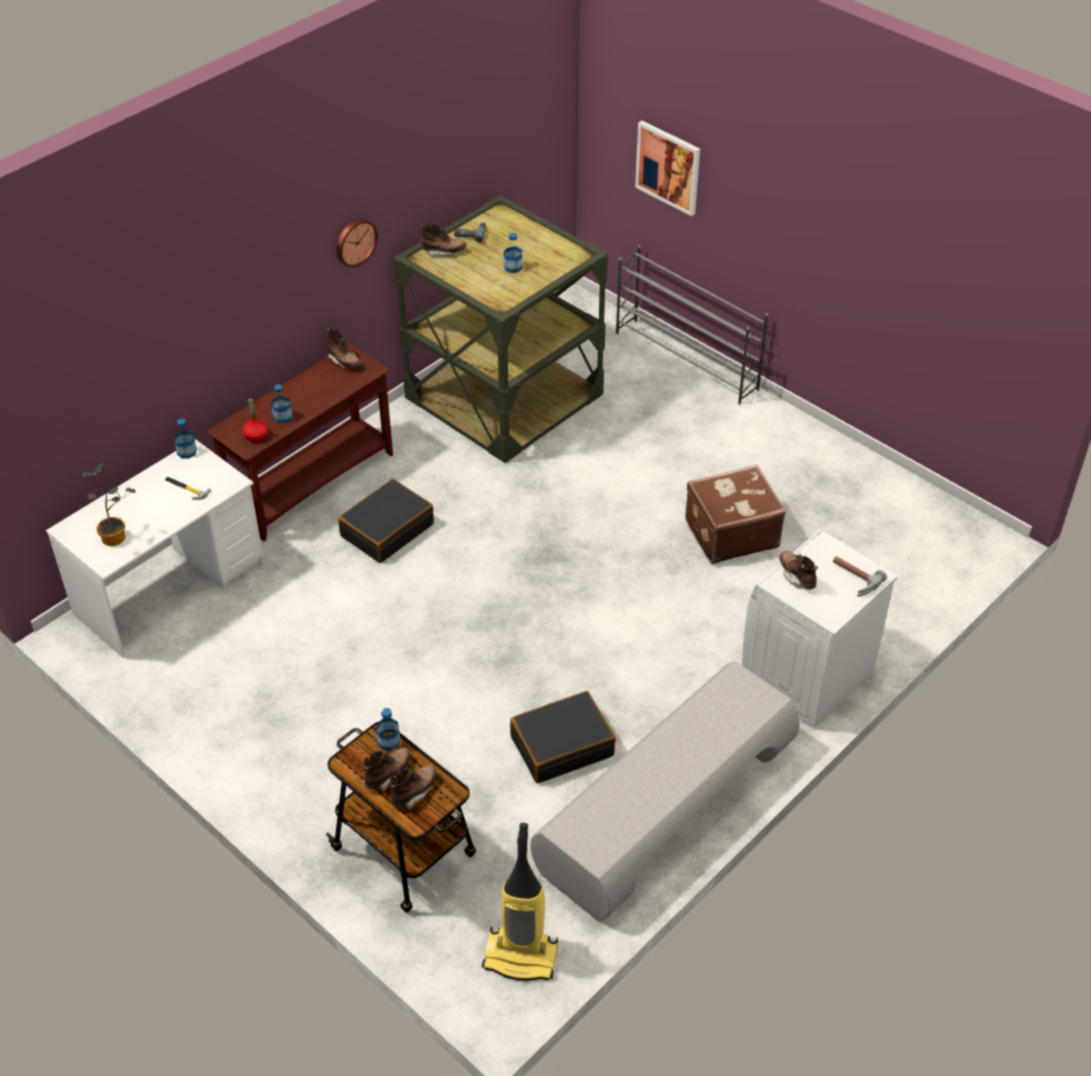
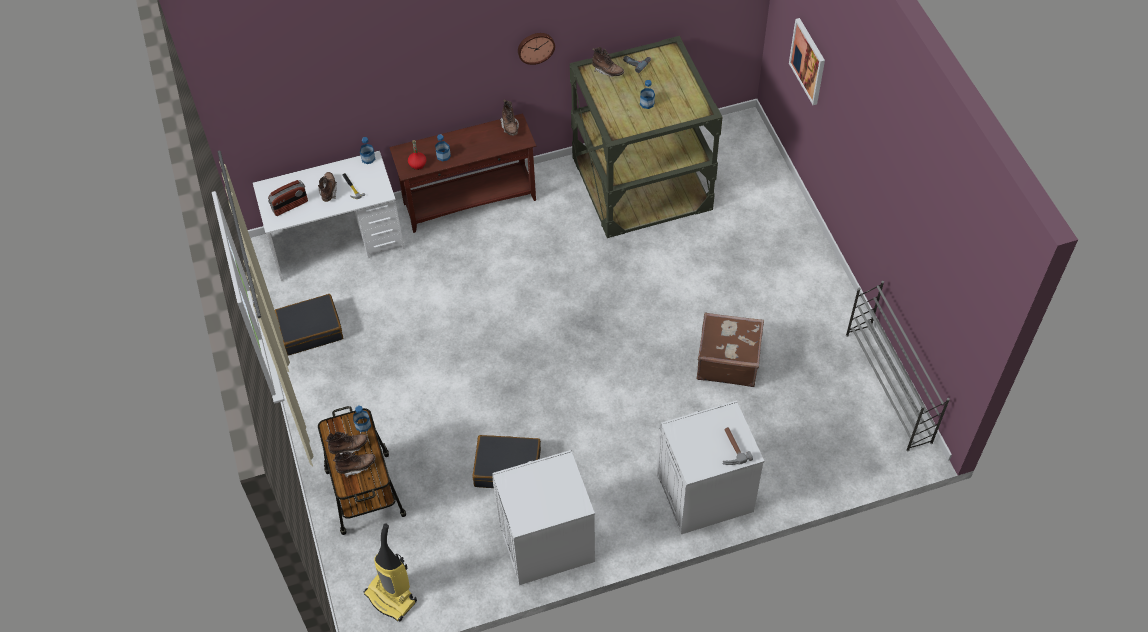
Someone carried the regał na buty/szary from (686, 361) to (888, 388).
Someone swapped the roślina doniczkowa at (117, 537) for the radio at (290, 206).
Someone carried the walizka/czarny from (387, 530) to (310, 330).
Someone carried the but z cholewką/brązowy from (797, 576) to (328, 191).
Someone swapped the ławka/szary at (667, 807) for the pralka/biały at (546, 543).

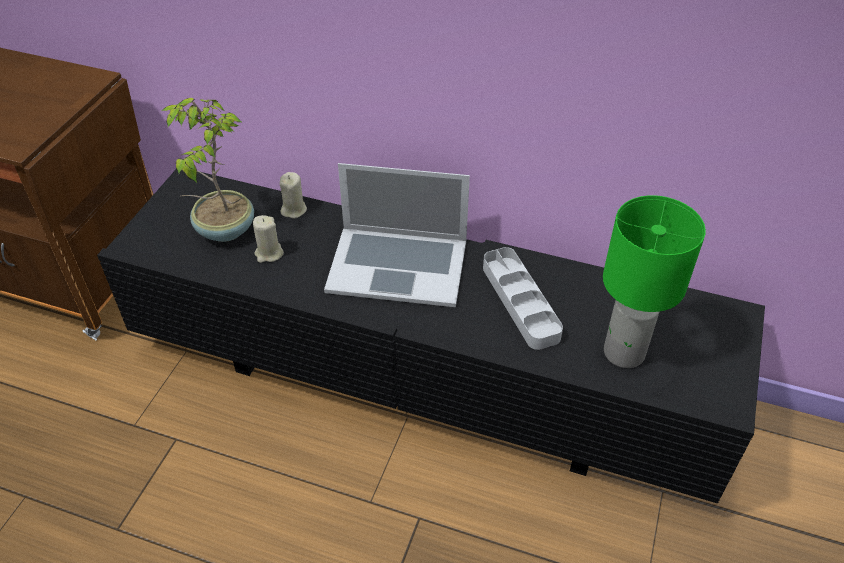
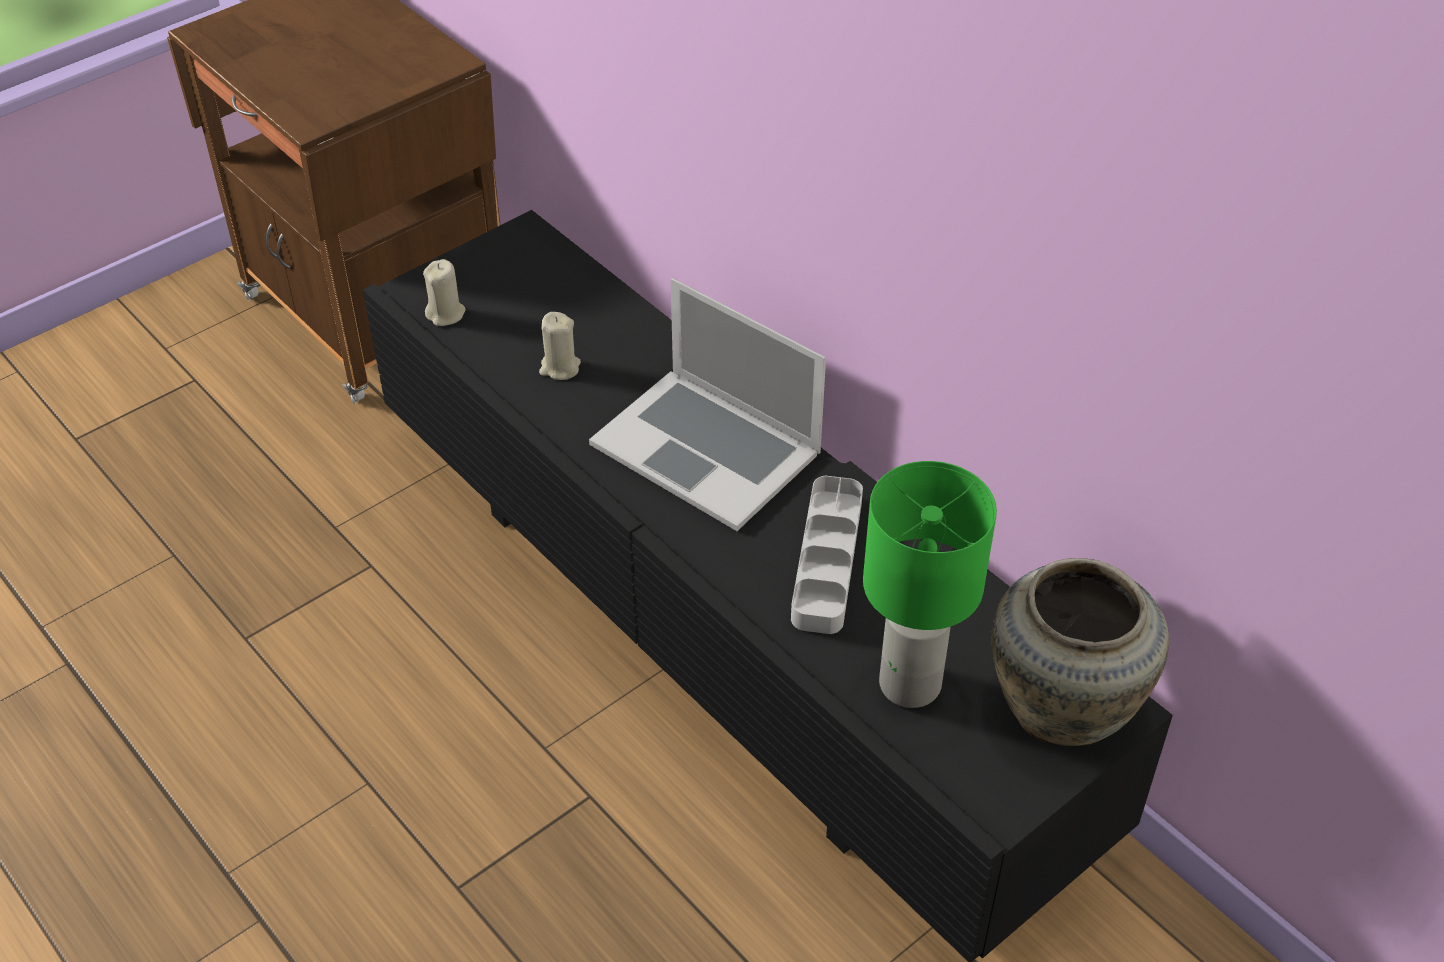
Someone took away the roślina doniczkowa at (224, 230).
Someone carried the świeca/beżowy from (294, 210) to (446, 314).
Someone put down the wazon/beżowy at (1064, 704).

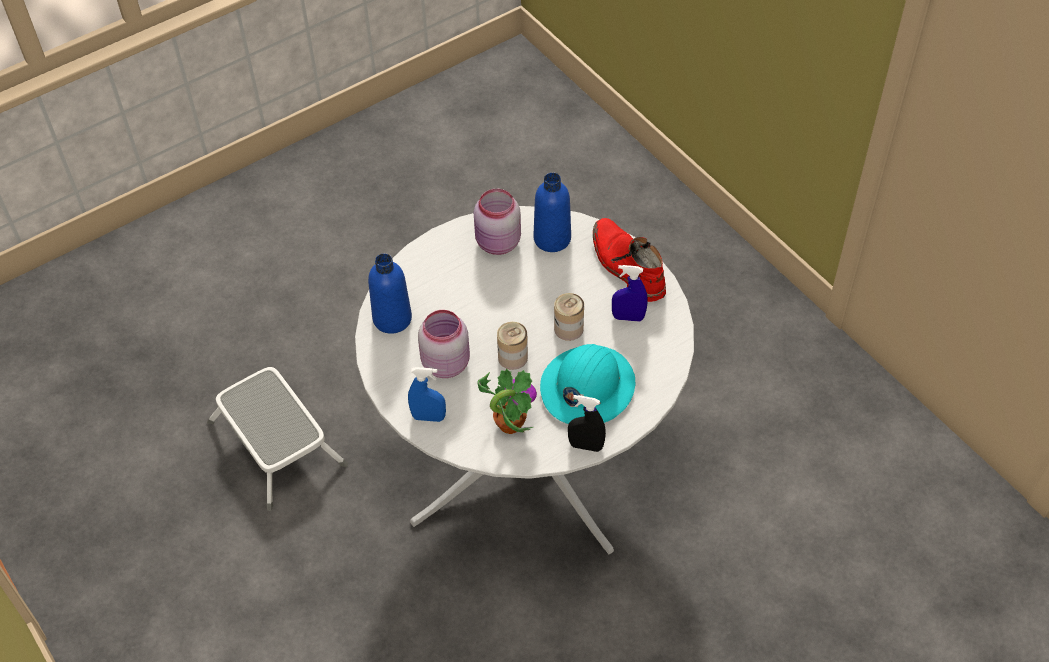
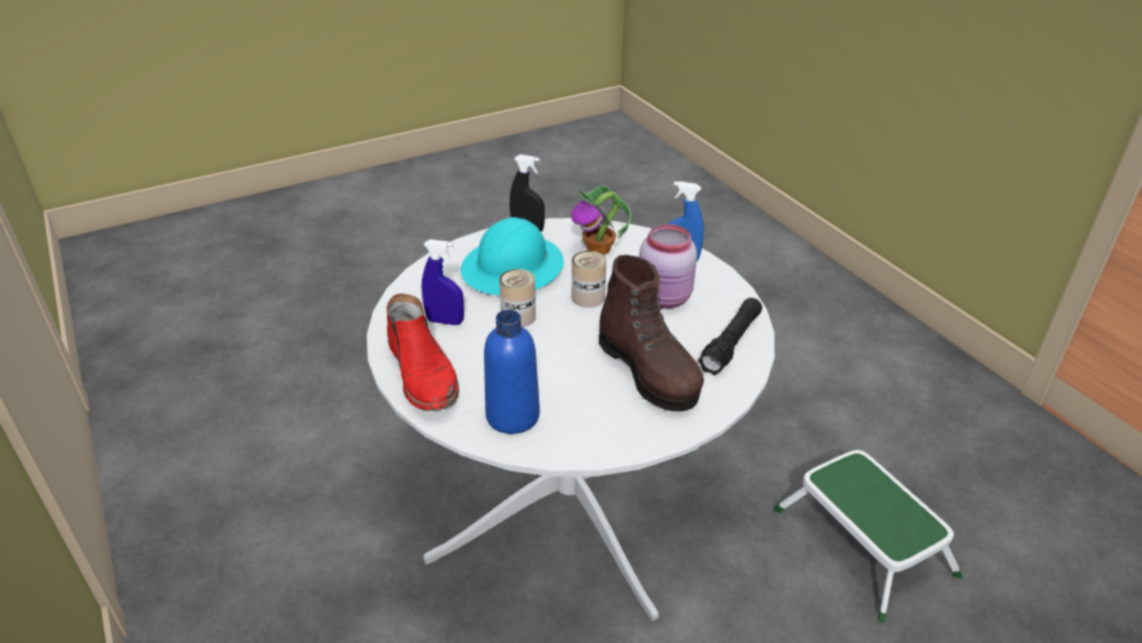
Someone took away the słoik/różowy at (497, 243).
Someone swapped the butelka/niebieski at (392, 319) for the latarka/czarny at (731, 343).
Someone repainted the drabinka/szary at (276, 443), which became the drabinka/zielony at (864, 541).
Someone put down the but z cholewką/brązowy at (649, 371).

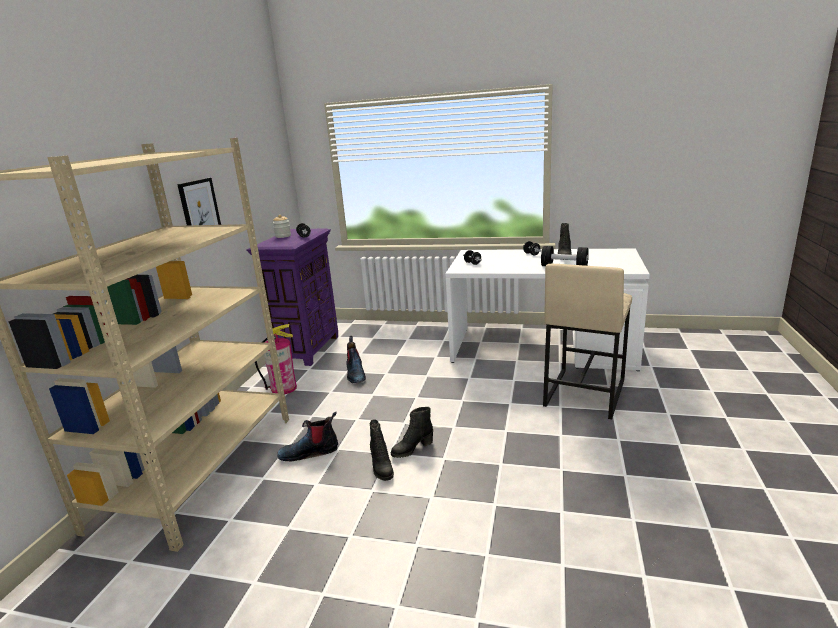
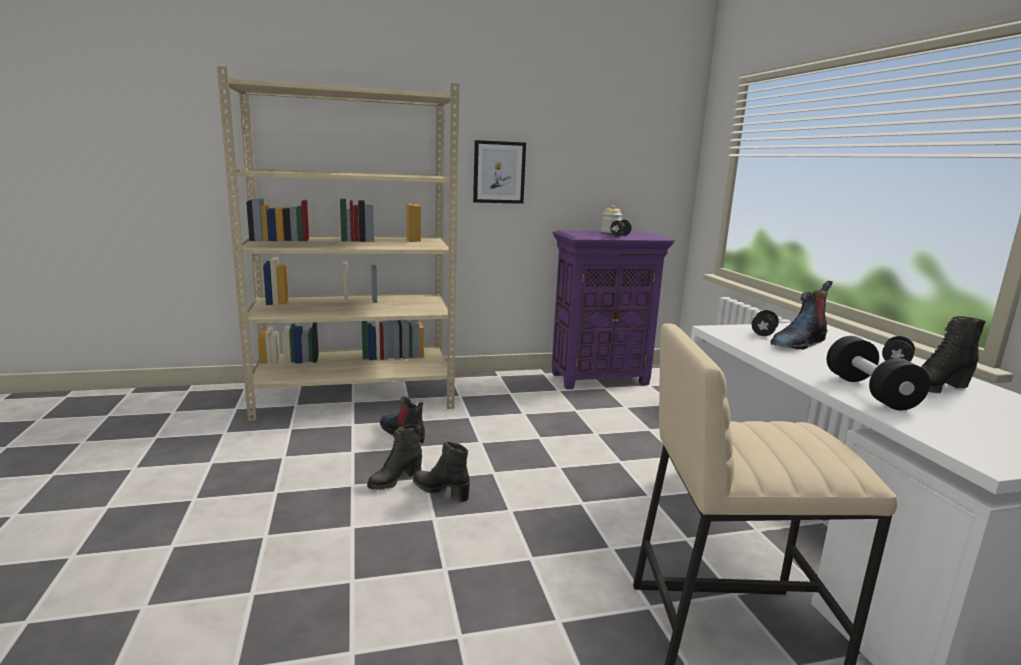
Someone took away the gaśnica at (284, 388).
Someone carried the but z cholewką from (355, 374) to (798, 343).

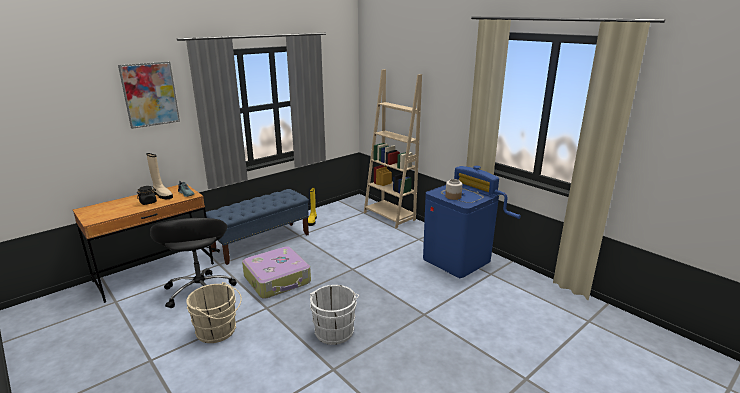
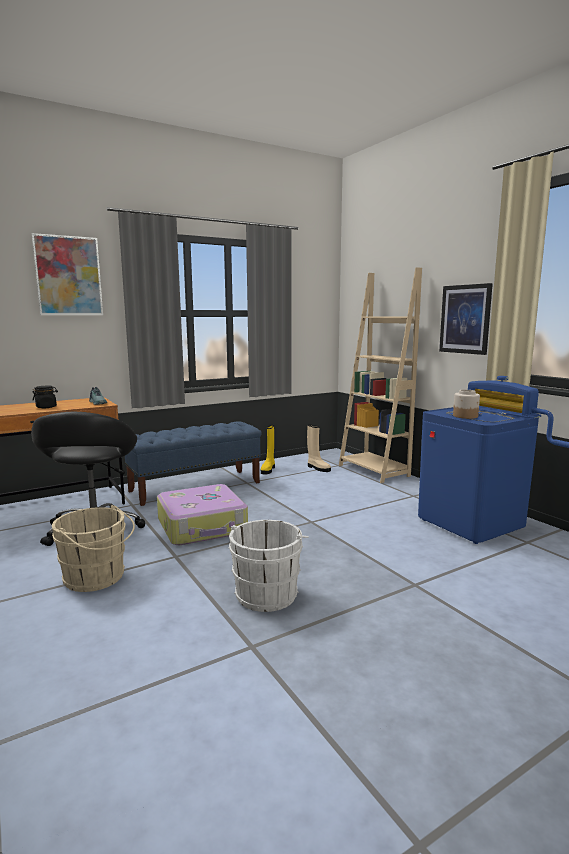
Someone carried the but z cholewką/beżowy from (162, 195) to (318, 468).
Someone put up the obraz at (465, 319).

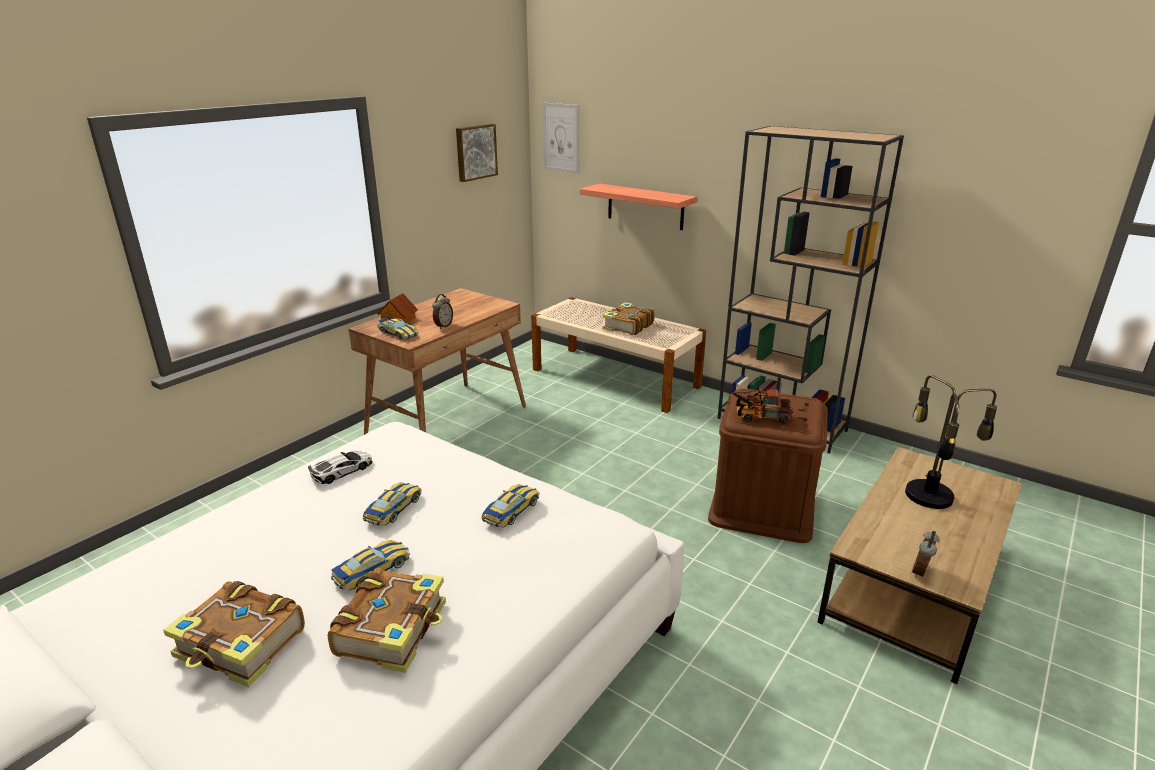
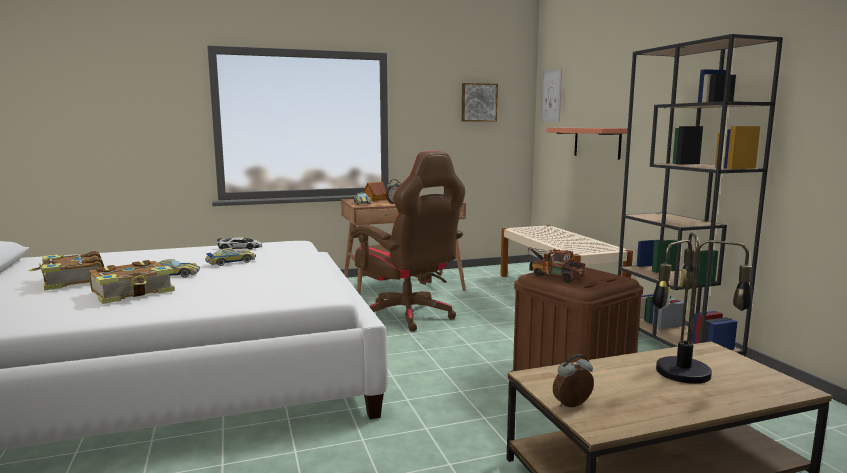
Someone took away the książka at (627, 326).
Someone took away the samochodzik at (511, 510).
Someone put down the krzesło biurowe/brązowy at (407, 315).

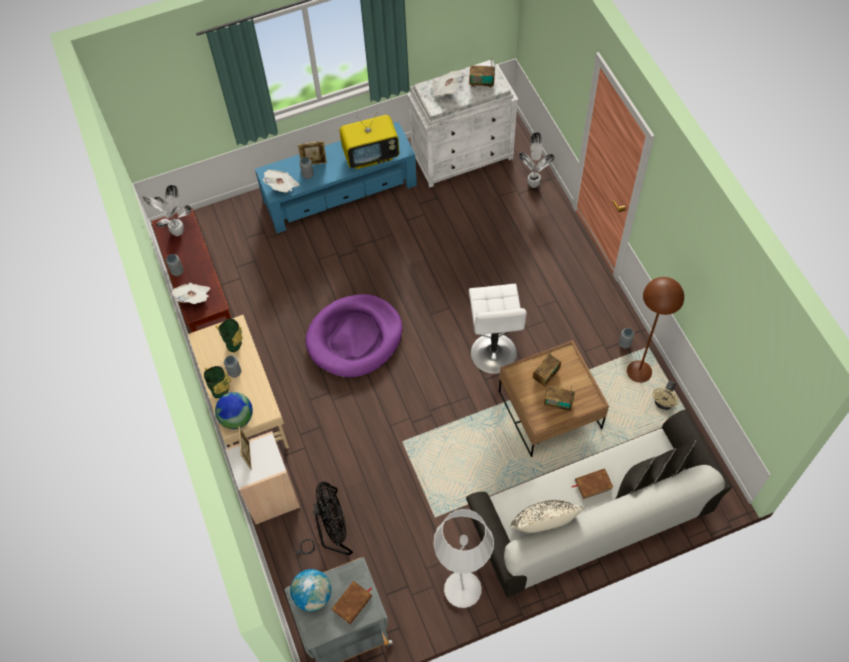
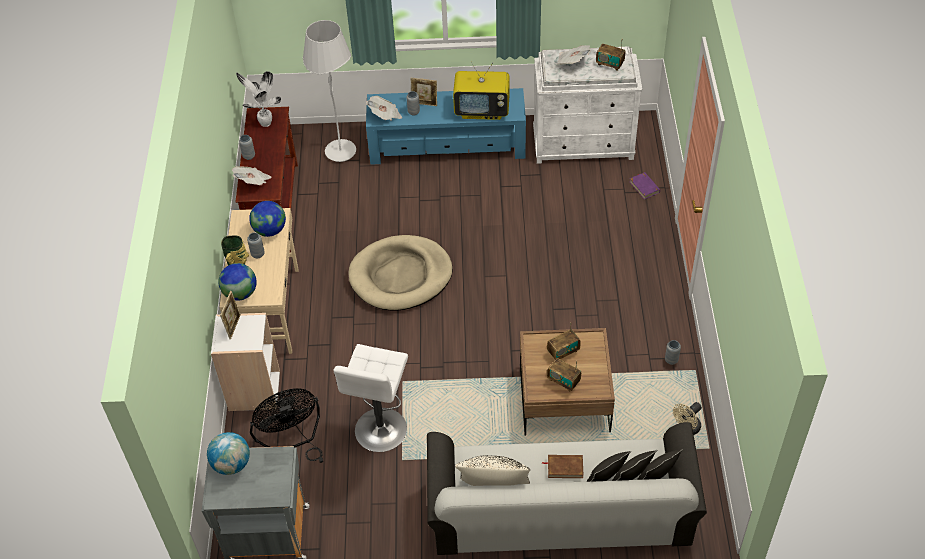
Someone swapped the roślina doniczkowa at (533, 183) for the książka/fioletowy at (644, 187).
Someone took away the lampa stojąca/brązowy at (639, 371).
Someone carried the stołek/biały from (493, 354) to (380, 430).
Someone repainted the legowisko/fioletowy at (355, 338), which became the legowisko/beżowy at (401, 276).
Someone swapped the wazon at (235, 344) for the globus at (270, 230).
Someone rotated the wentylator/czarny at (329, 530) by 120 degrees counterclockwise.
Someone carried the lampa stojąca/biały from (463, 590) to (340, 152).
Someone took away the książka/brązowy at (352, 603).

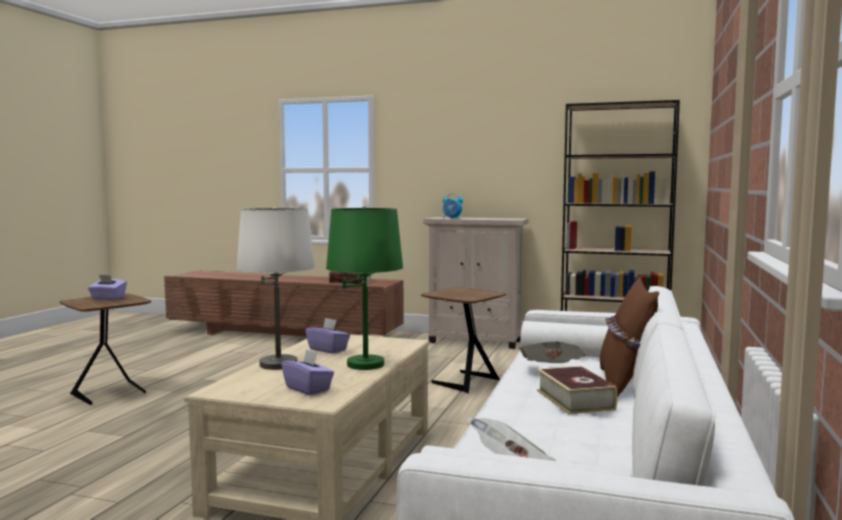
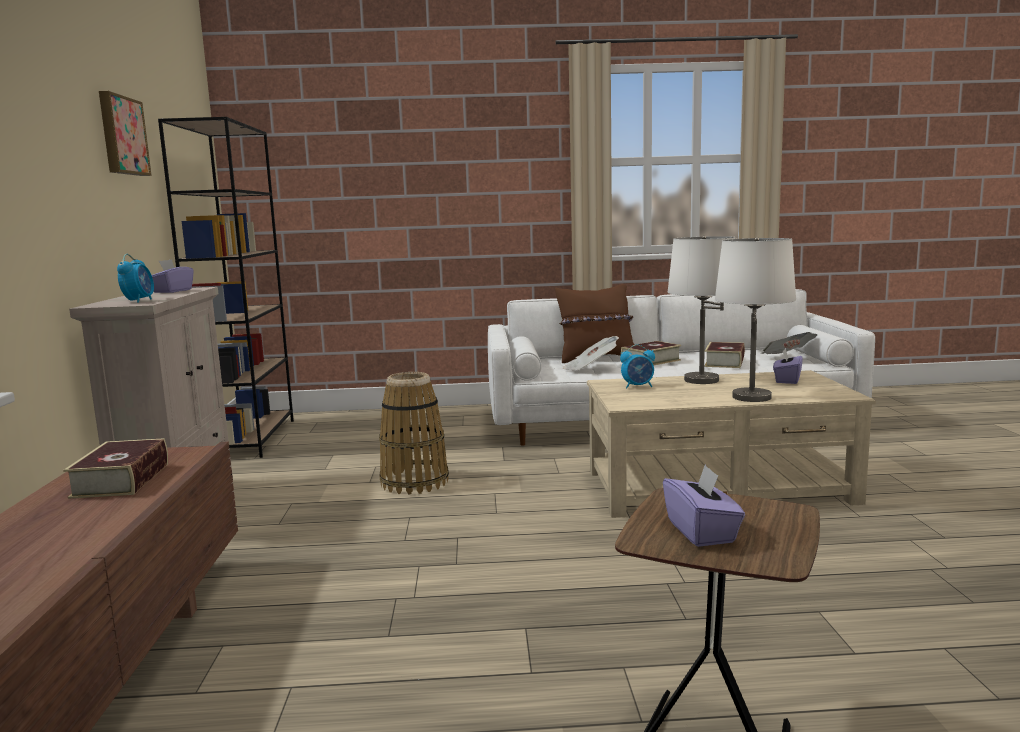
Someone repainted the lampa stołowa/zielony at (365, 364), which became the lampa stołowa/biały at (701, 380).
Someone swapped the stolik/brązowy at (463, 381) for the koszyk at (415, 482).
Someone carried the pudełko chusteczek/fioletowy from (328, 349) to (172, 291).
Someone put up the obraz at (121, 136).
Someone put down the książka at (724, 362).
Someone put down the budzik at (638, 386).

